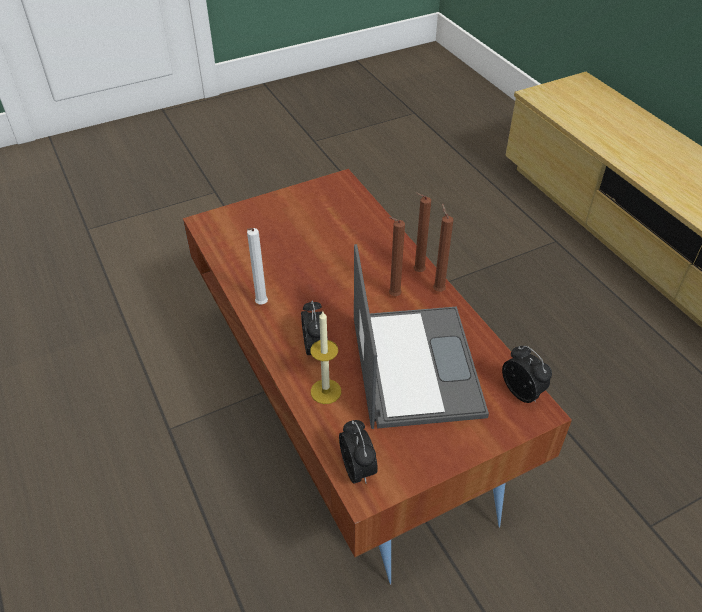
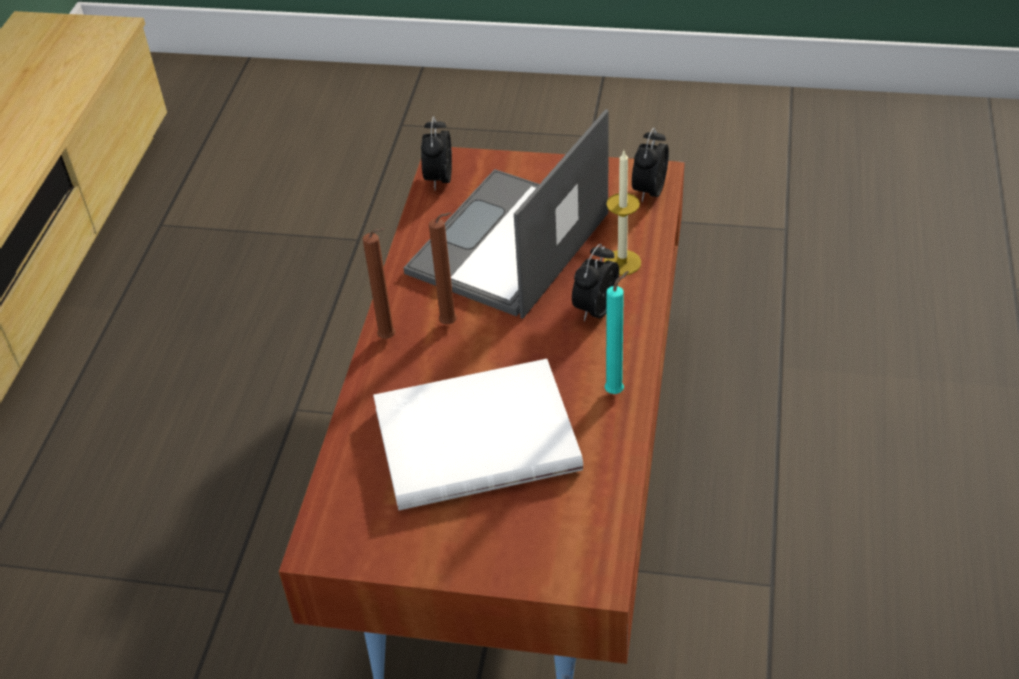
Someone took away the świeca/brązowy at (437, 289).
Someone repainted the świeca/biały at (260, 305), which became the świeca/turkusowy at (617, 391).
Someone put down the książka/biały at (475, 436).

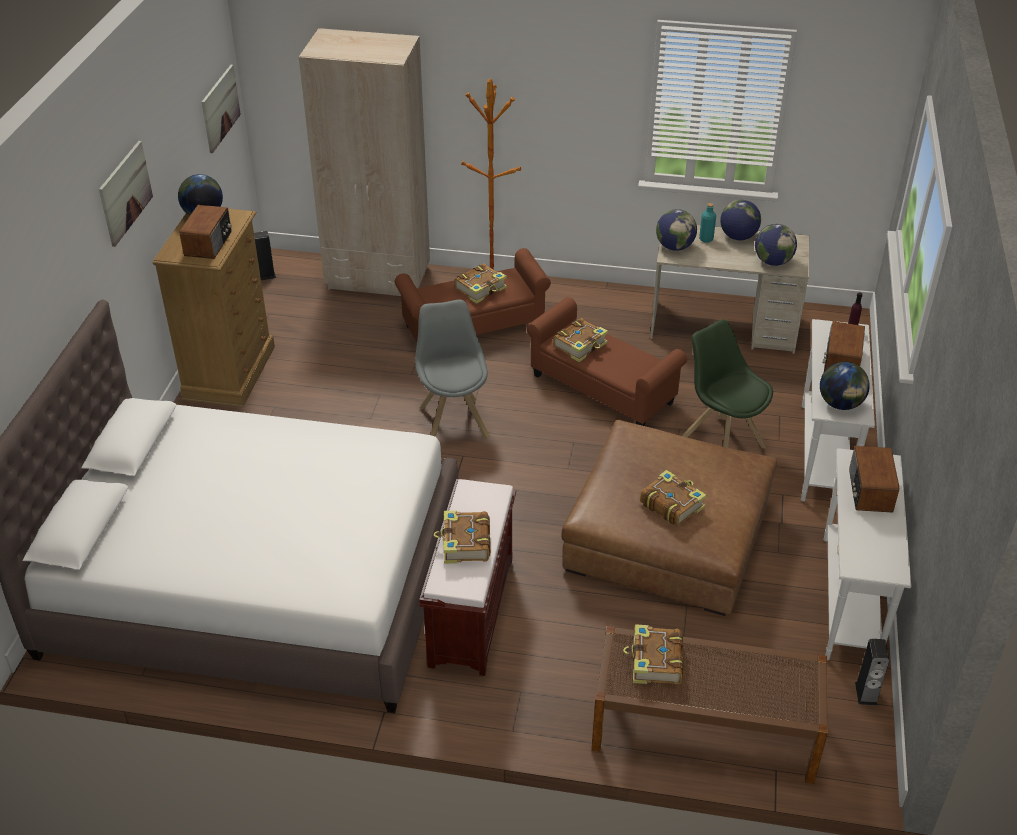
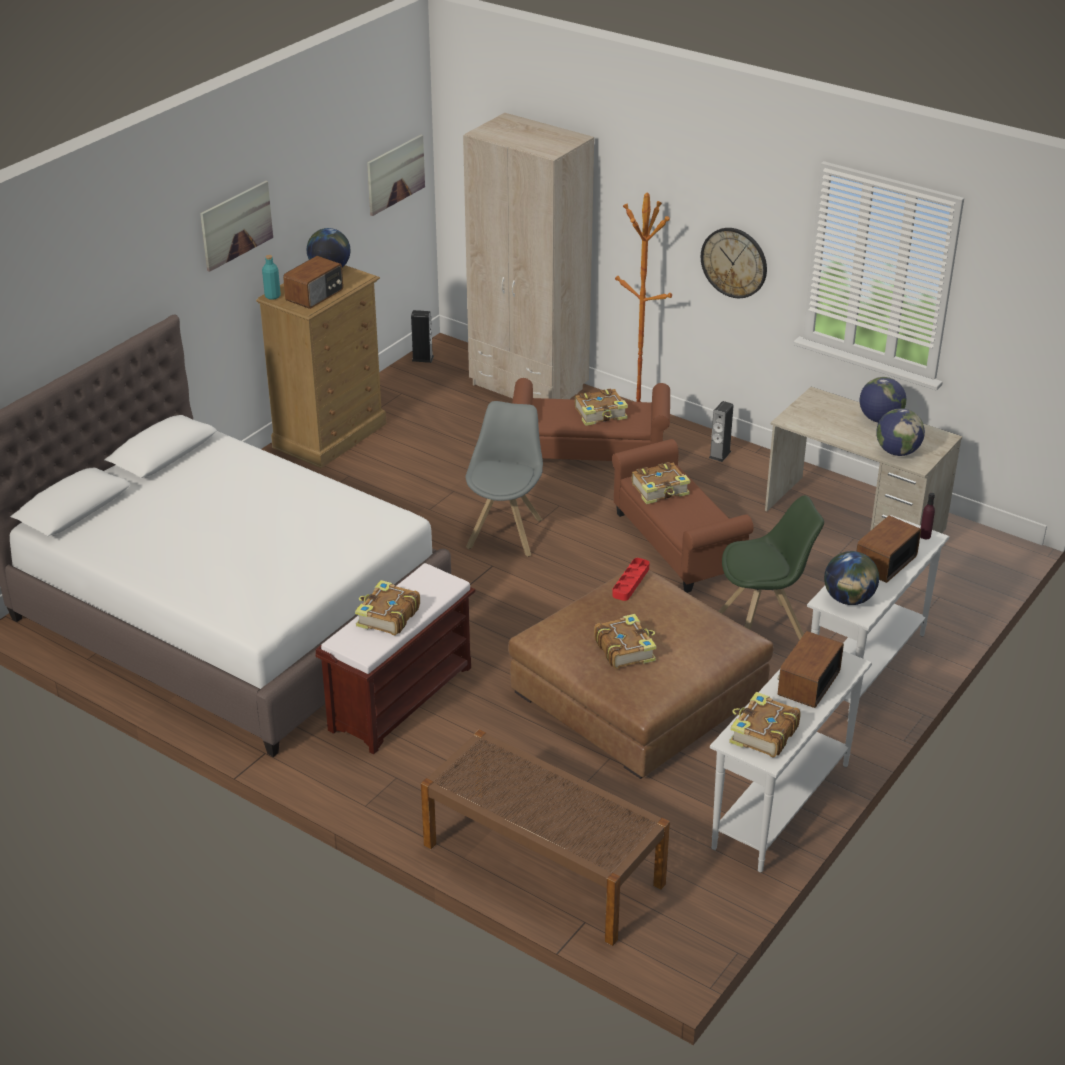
Someone carried the butelka/turkusowy from (706, 239) to (272, 296).
Someone took away the globus at (674, 247).
Someone rotated the krzesło/zielony at (721, 443) by 90 degrees clockwise.
Someone carried the książka from (655, 662) to (762, 734).
Someone carried the głośnik from (866, 693) to (719, 454).
Someone put up the zegar ścienny at (734, 262).
Someone put down the taca/czerwony at (630, 582).

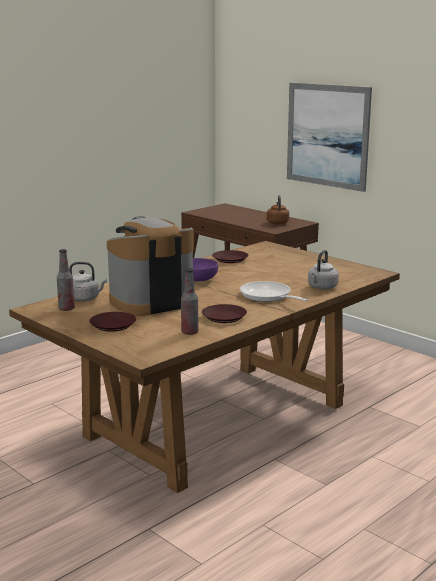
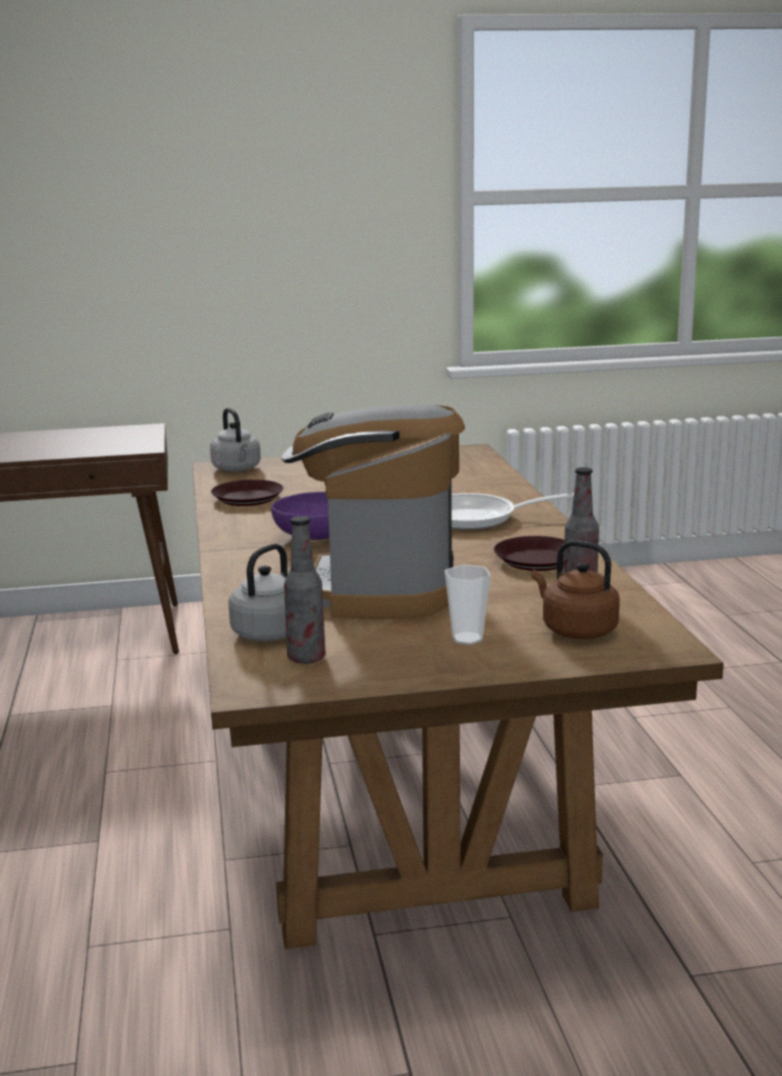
Someone took away the obraz at (327, 135).
Someone carried the czajnik/brązowy from (277, 222) to (575, 630).
Someone carried the czajnik/szary from (322, 287) to (237, 469).
Someone swapped the talerz/brązowy at (113, 325) for the filiżanka at (467, 639).

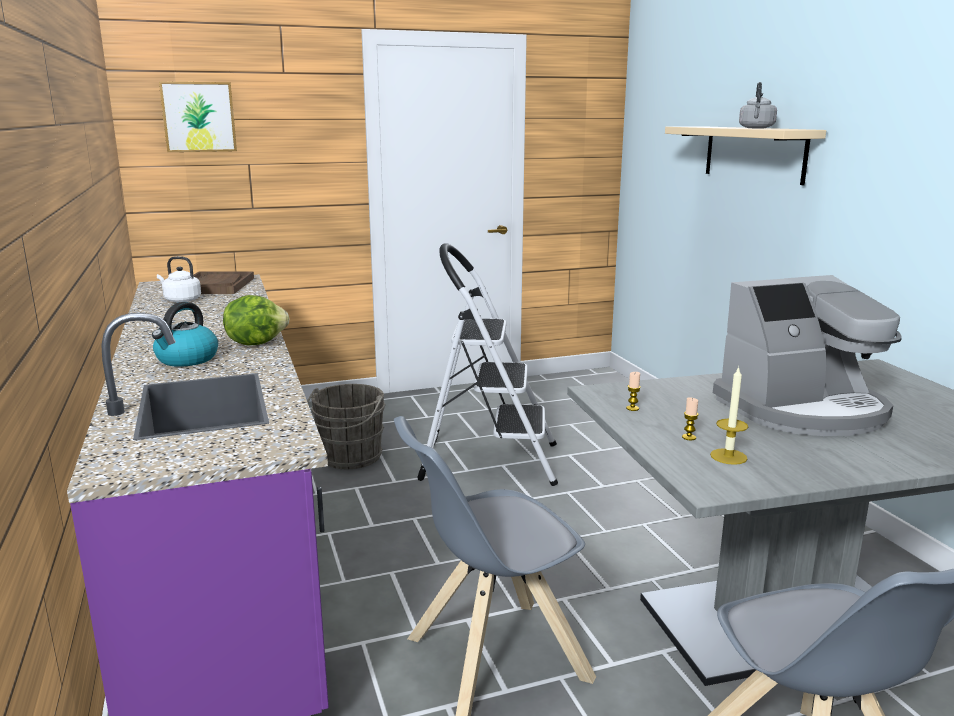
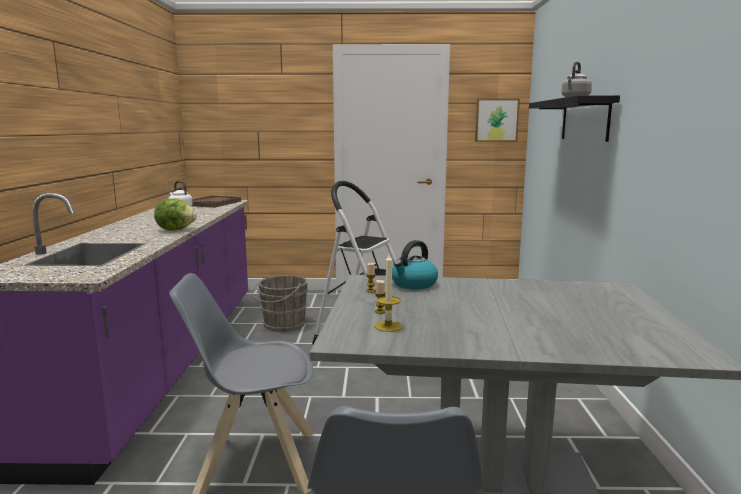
Someone carried the obraz from (198, 117) to (496, 120).
Someone repainted the półka/beżowy at (754, 153), which became the półka/czarny at (584, 120).
Someone took away the ekspres do kawy at (803, 410).
Someone carried the czajnik from (186, 359) to (413, 284).

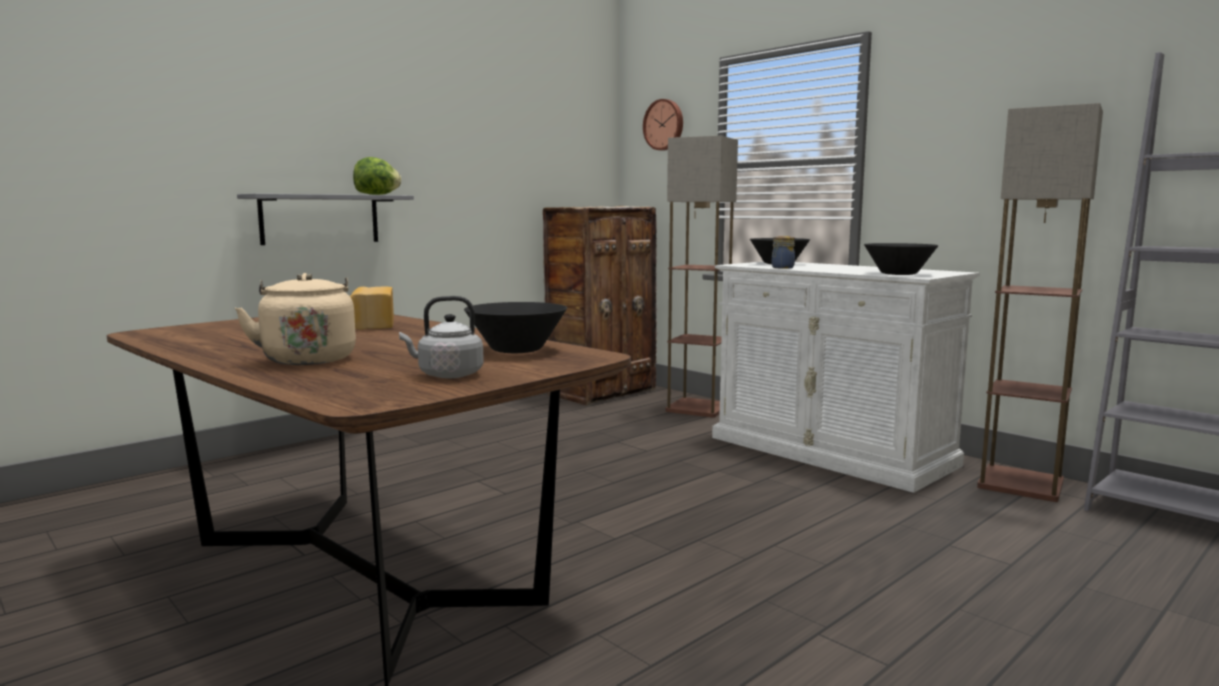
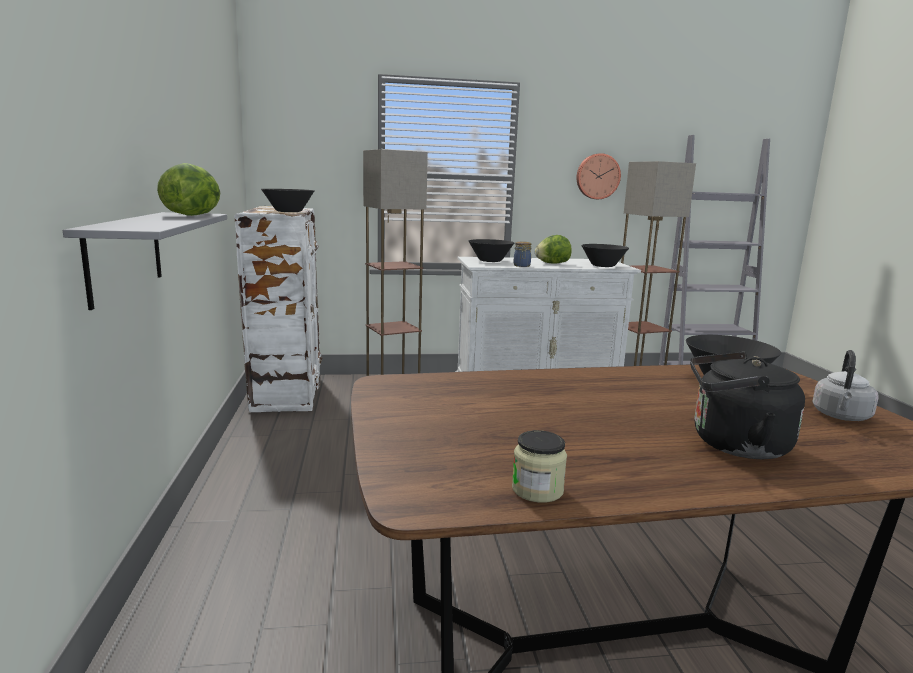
Someone carried the zegar ścienny from (664, 125) to (597, 176).
Someone repainted the szafka/brązowy at (603, 392), which became the szafka/biały at (287, 393).
Someone repainted the czajnik/beżowy at (308, 359), which became the czajnik/czarny at (733, 445).
Someone took away the chleb at (371, 324).
Someone put down the miska/czarny at (289, 211).
Someone put down the sałata at (552, 263).
Someone put down the słoik at (537, 490).

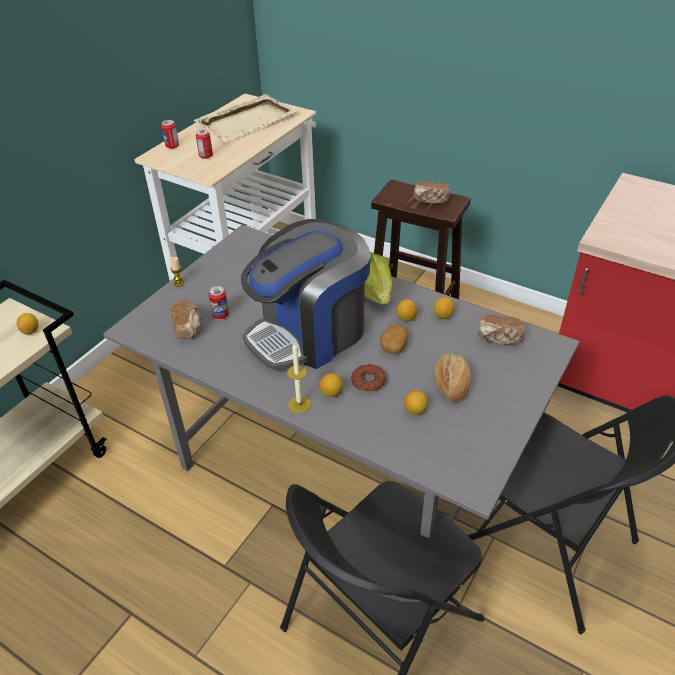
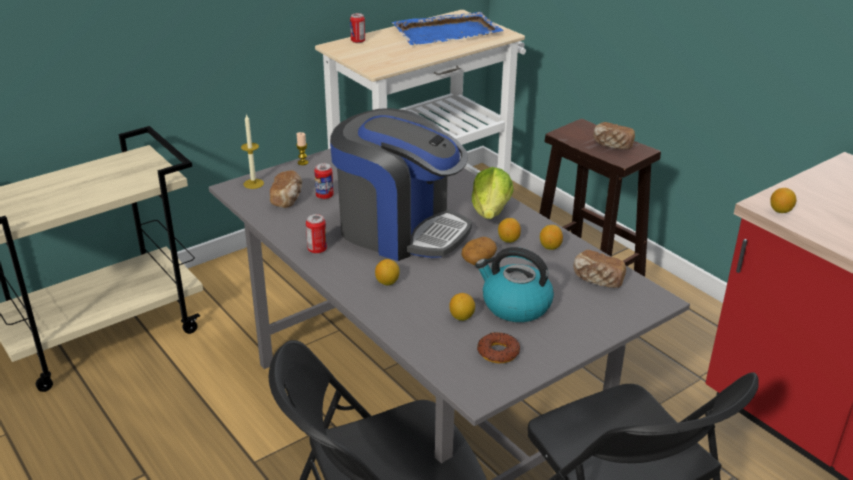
Someone repainted the taca/beżowy at (247, 120), which became the taca/niebieski at (448, 32).
Someone carried the puszka from (206, 156) to (317, 250).
Someone rotated the ekspres do kawy at (309, 333) by 135 degrees counterclockwise.
Someone carried the cytryna from (30, 331) to (780, 211).
Someone carried the świeca from (299, 404) to (253, 184).
Someone swapped the chleb at (451, 385) for the czajnik at (515, 305).
Someone carried the donut from (368, 381) to (498, 352).

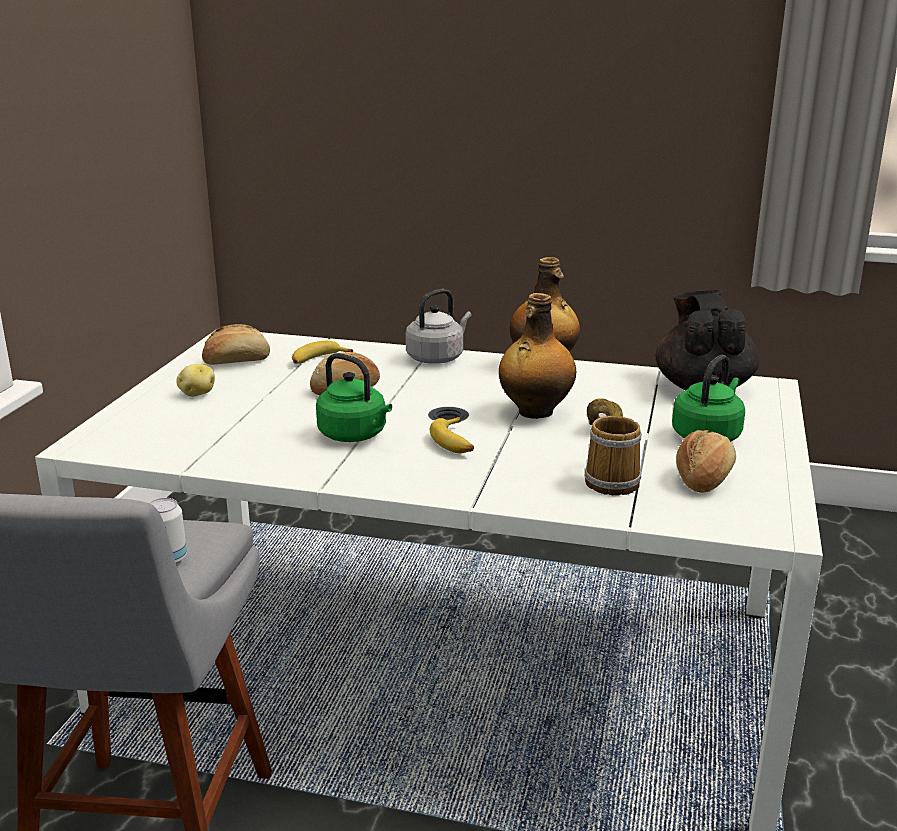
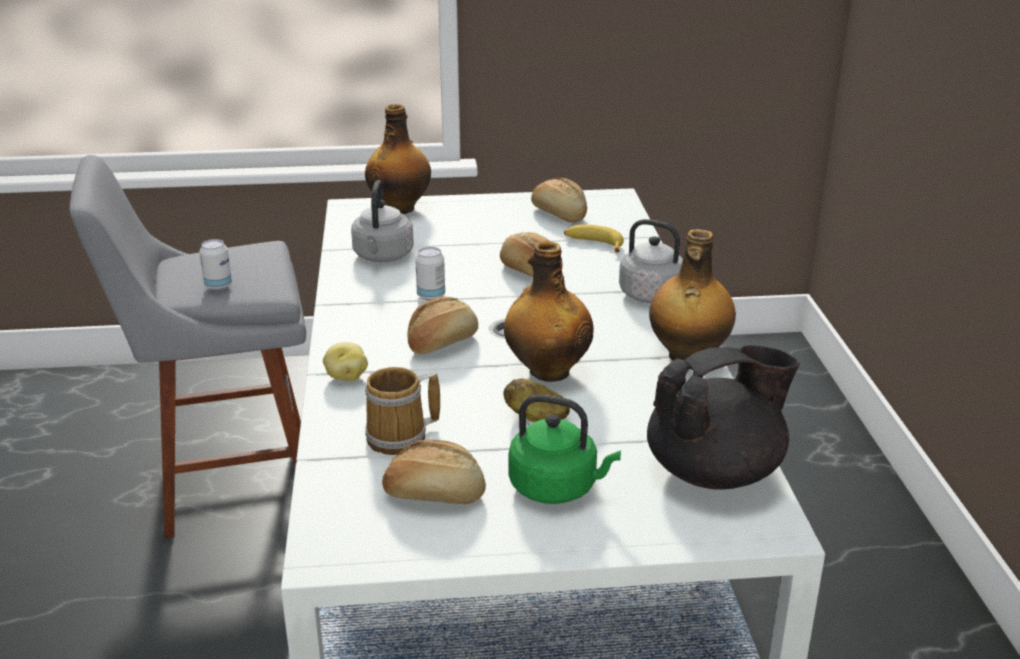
Someone swapped the czajnik/zielony at (355, 435) for the puszka at (431, 296).
Someone carried the ziemniak from (197, 394) to (346, 377).
Someone swapped the banan at (455, 442) for the chleb at (442, 342).
Someone put down the butelka at (400, 208).
Someone put down the czajnik/szary at (383, 257).

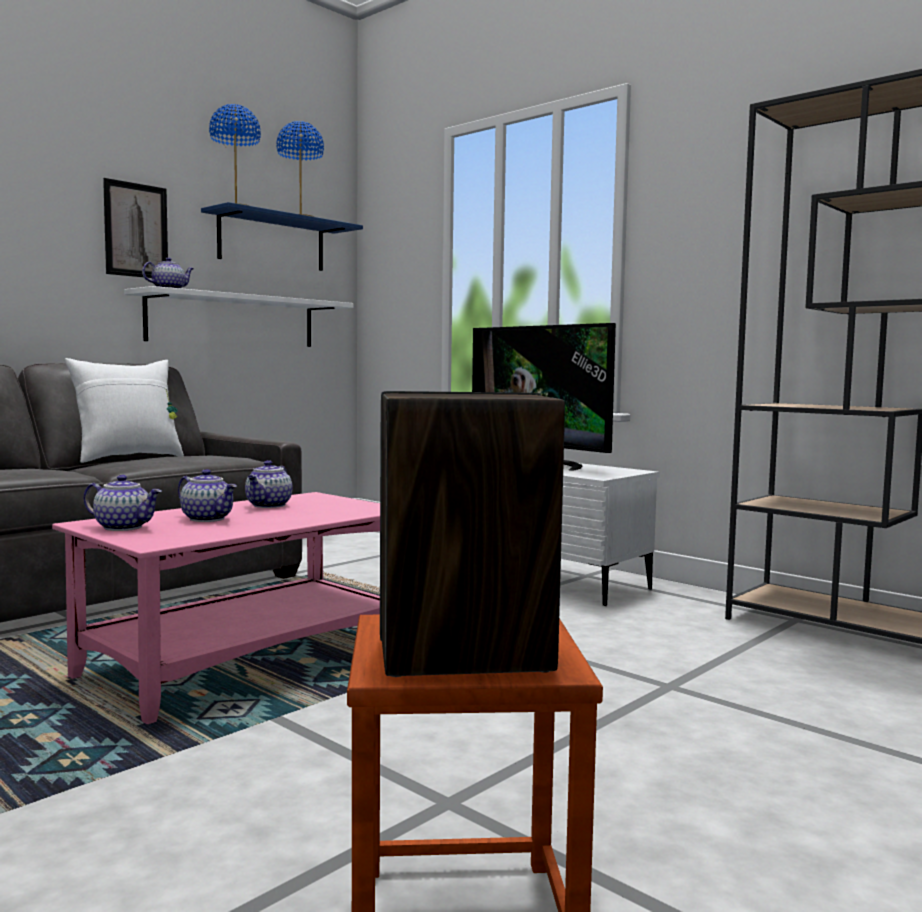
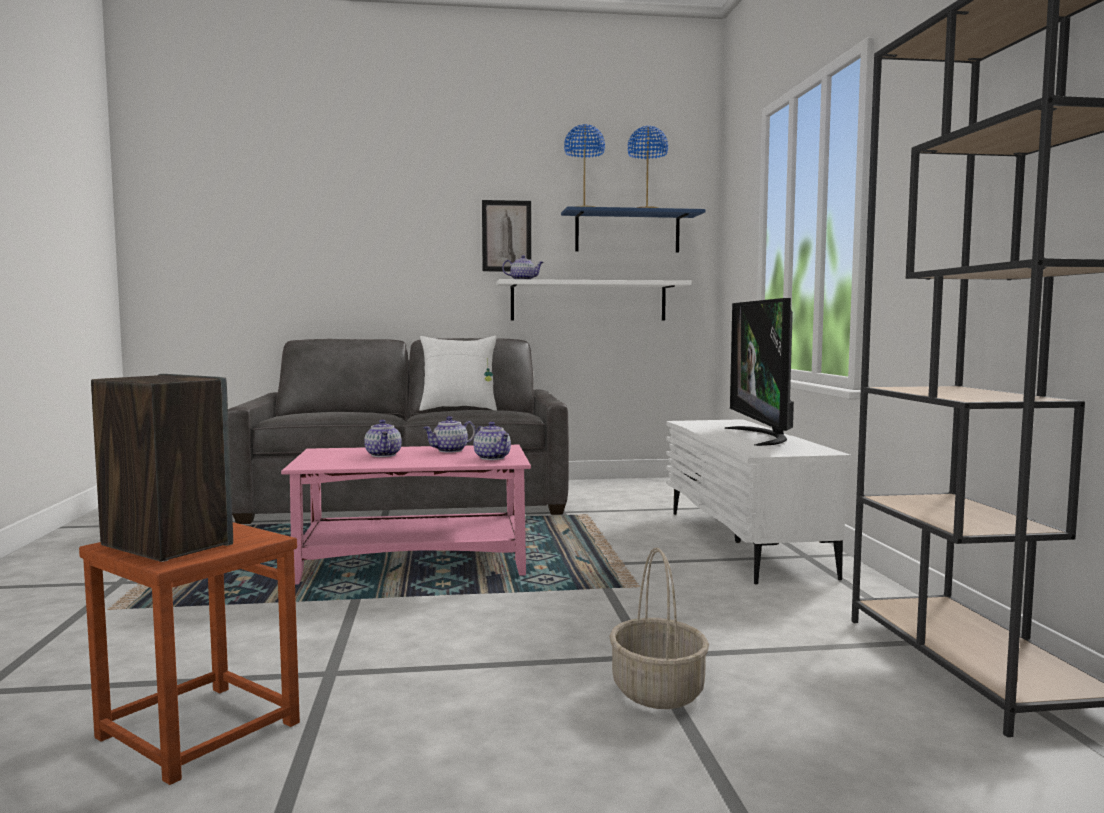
Someone carried the imbryk from (124, 527) to (493, 458).
Someone put down the koszyk at (656, 690).

